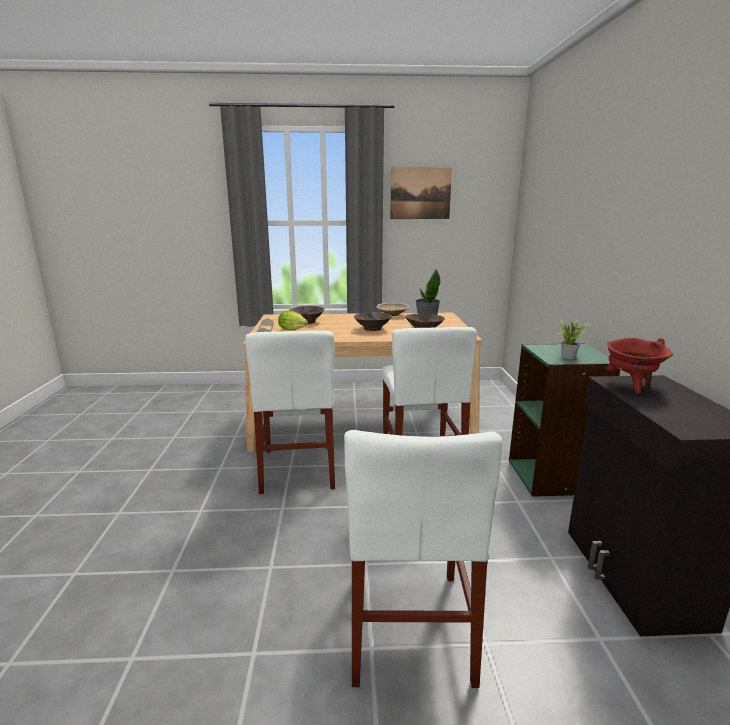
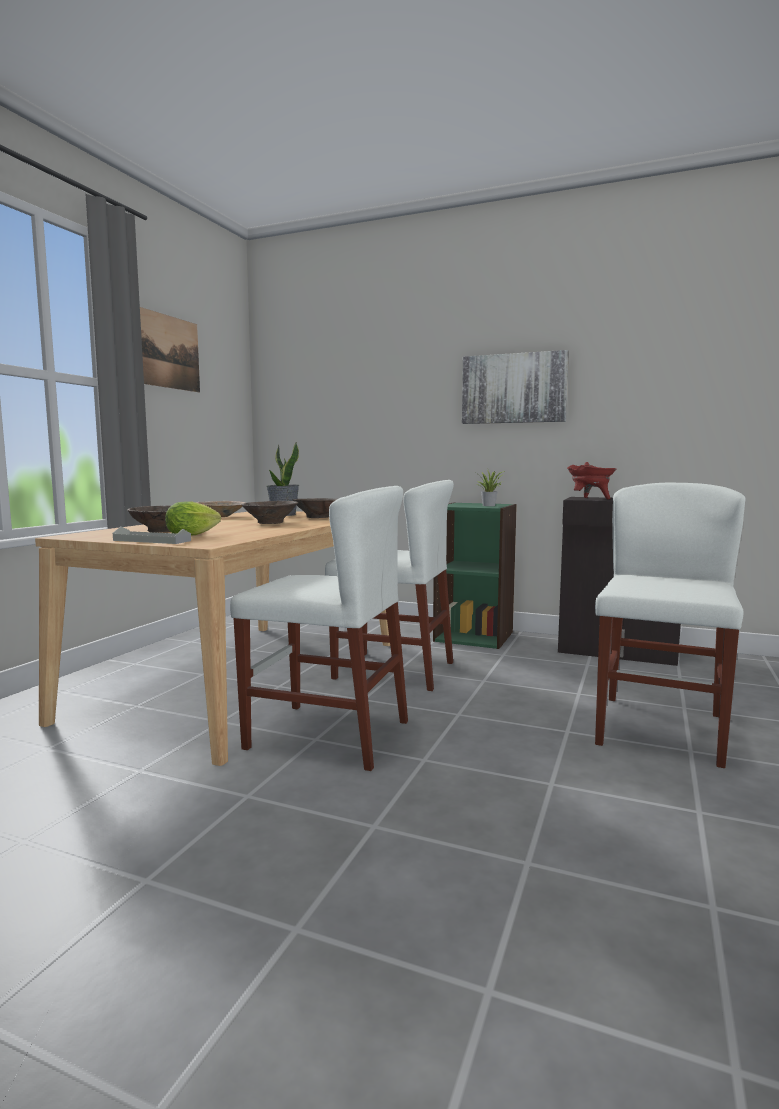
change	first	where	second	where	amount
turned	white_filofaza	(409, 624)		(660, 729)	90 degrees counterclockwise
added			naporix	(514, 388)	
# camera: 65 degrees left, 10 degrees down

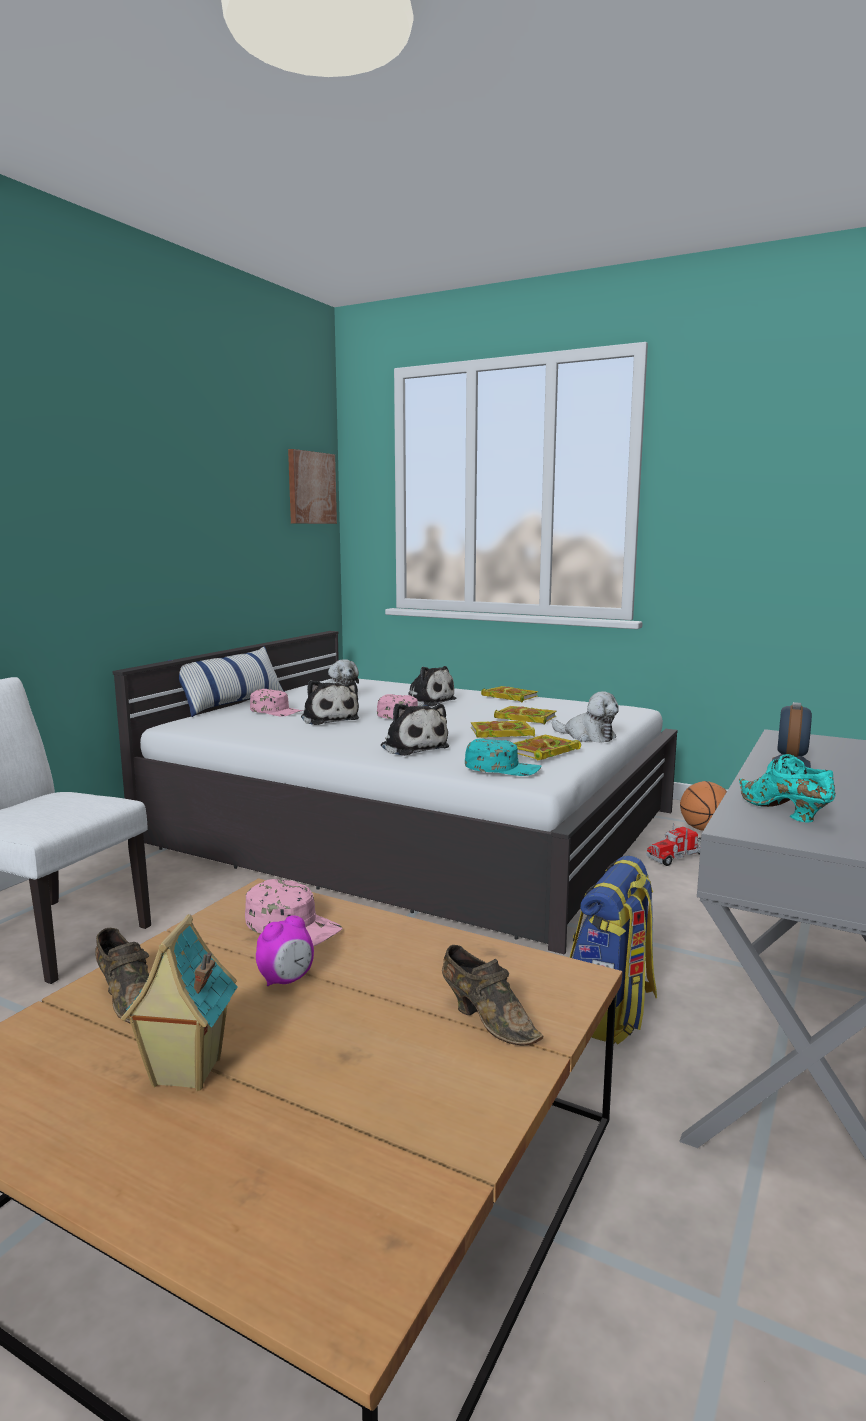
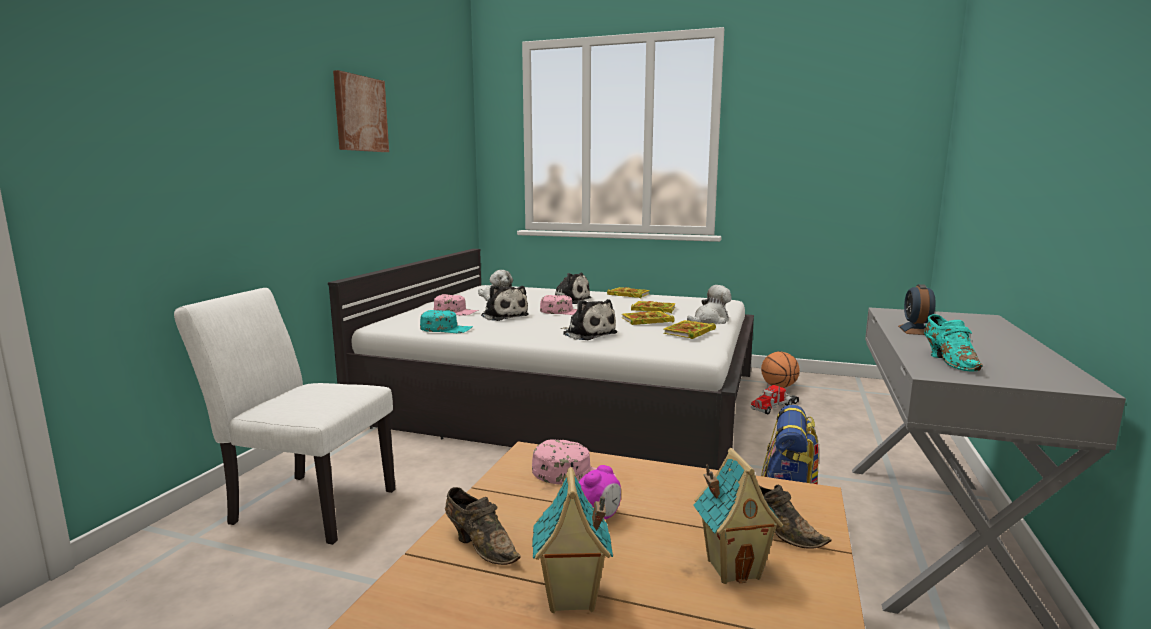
change	first	where	second	where	amount
removed	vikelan	(232, 704)			
moved	naporix	(311, 488)		(360, 114)	
moved	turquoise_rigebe	(502, 768)		(446, 329)	
turned	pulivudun	(587, 736)		(710, 321)	60 degrees counterclockwise
turned	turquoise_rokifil	(783, 812)		(949, 361)	150 degrees counterclockwise
added			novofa	(733, 568)	
# camera: 10 degrees left, 0 degrees up

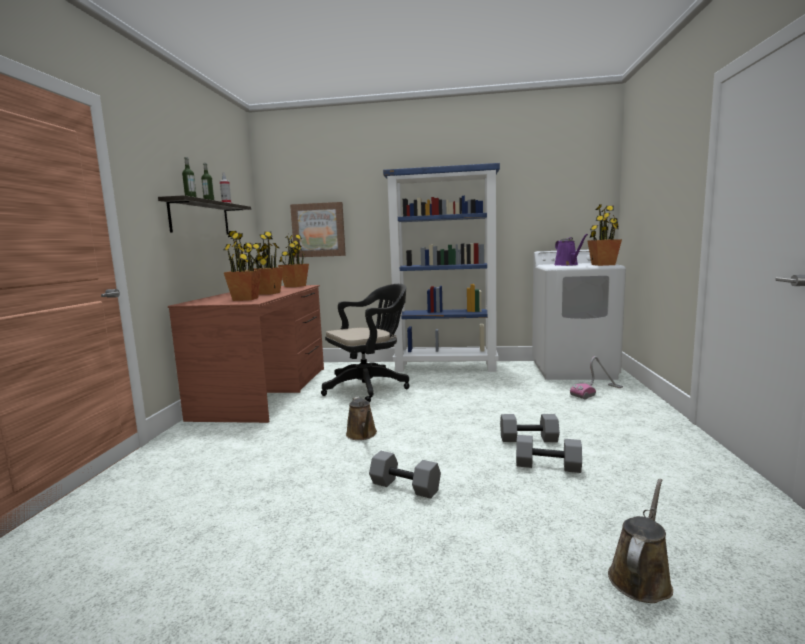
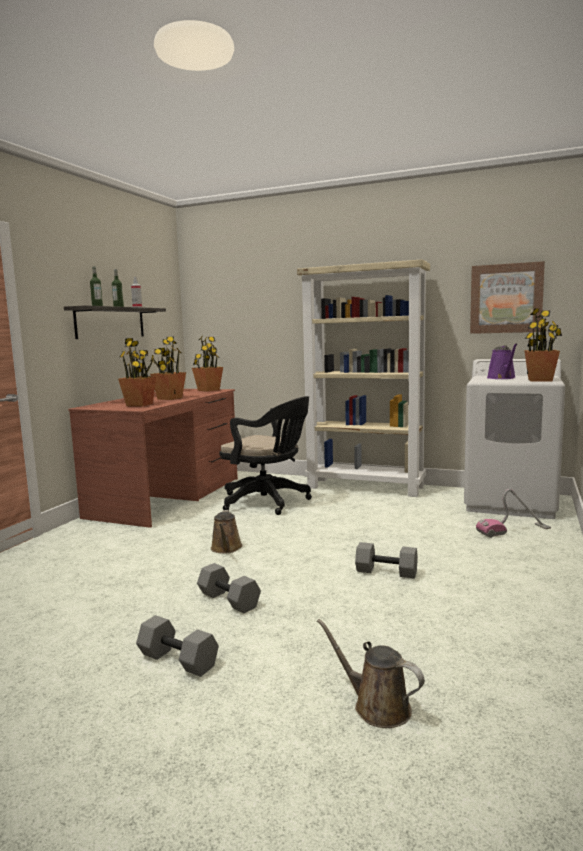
change	first	where	second	where	amount
moved	naporix	(318, 230)		(506, 298)	
turned	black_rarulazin	(369, 387)		(268, 502)	45 degrees clockwise
recoloured	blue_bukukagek	(446, 367)	beige_bukukagek	(366, 487)	
moved	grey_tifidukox	(547, 466)		(176, 661)	
turned	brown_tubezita	(641, 577)		(377, 706)	105 degrees counterclockwise
# camera: 15 degrees right, 0 degrees up

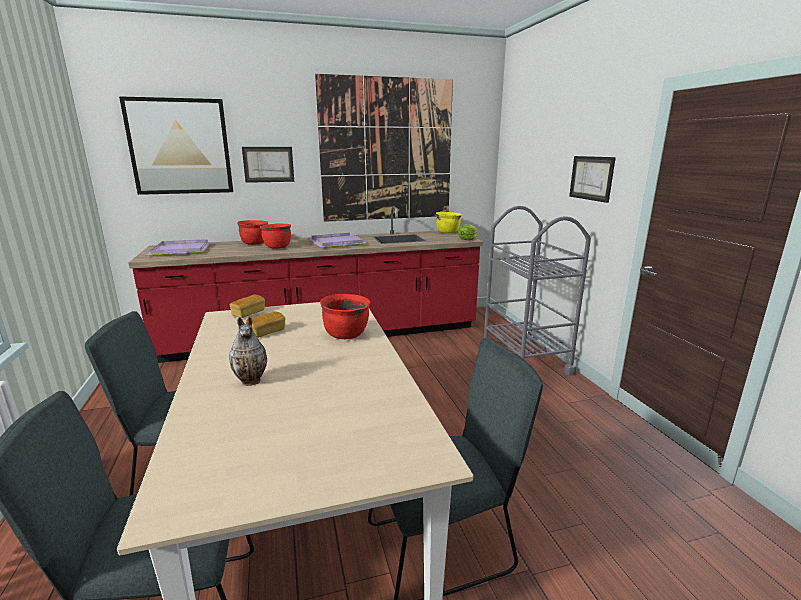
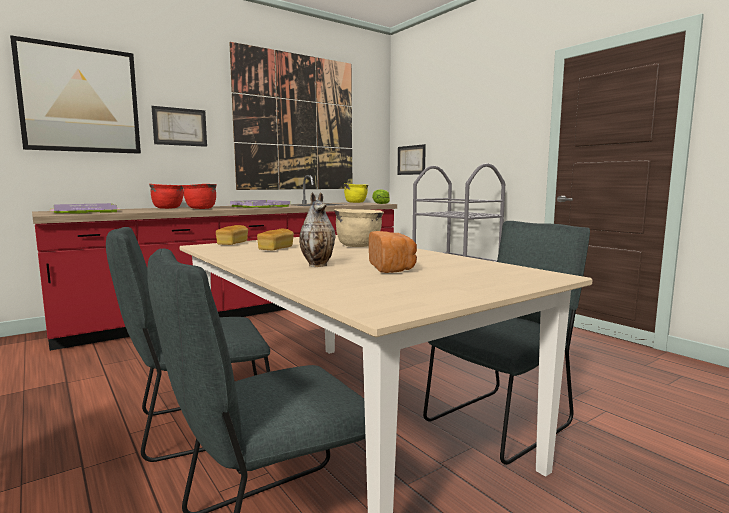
change	first	where	second	where	amount
recoloured	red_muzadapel	(346, 334)	beige_muzadapel	(358, 246)	
moved	naporix	(591, 178)		(411, 160)	
added			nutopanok	(392, 267)	
# camera: 20 degrees left, 10 degrees down

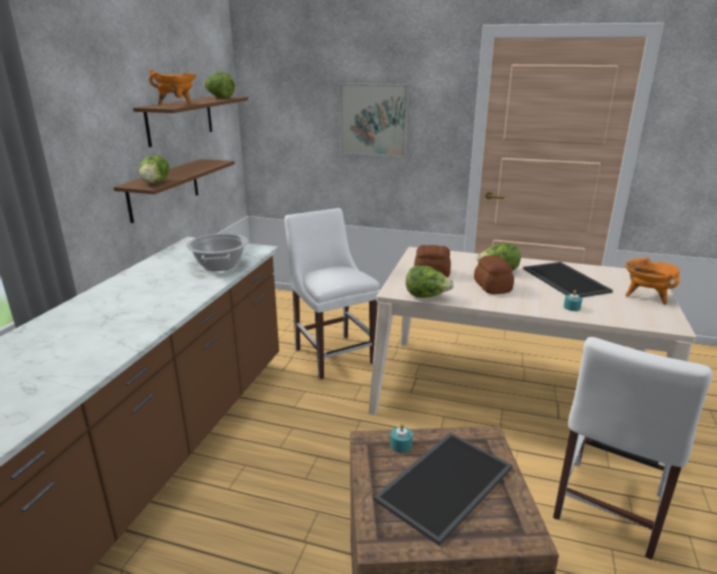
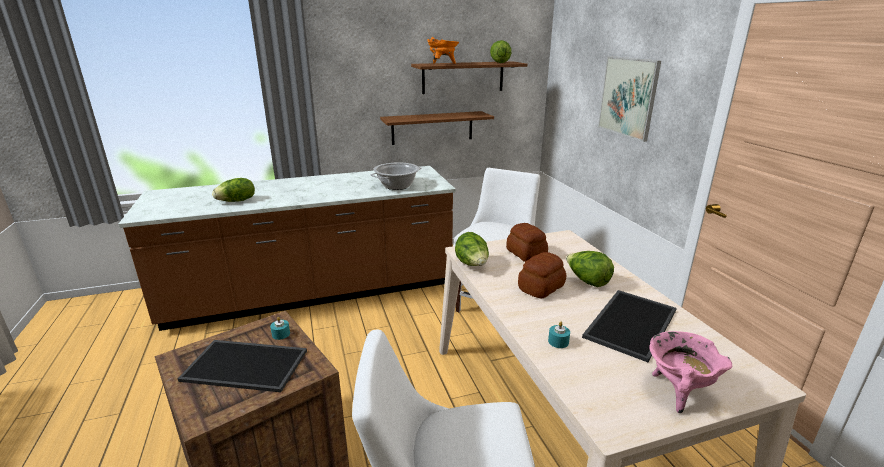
change	first	where	second	where	amount
moved	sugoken	(156, 183)		(237, 201)	
recoloured	orange_muzadapel	(645, 297)	pink_muzadapel	(678, 392)	
# camera: 55 degrees right, 0 degrees up

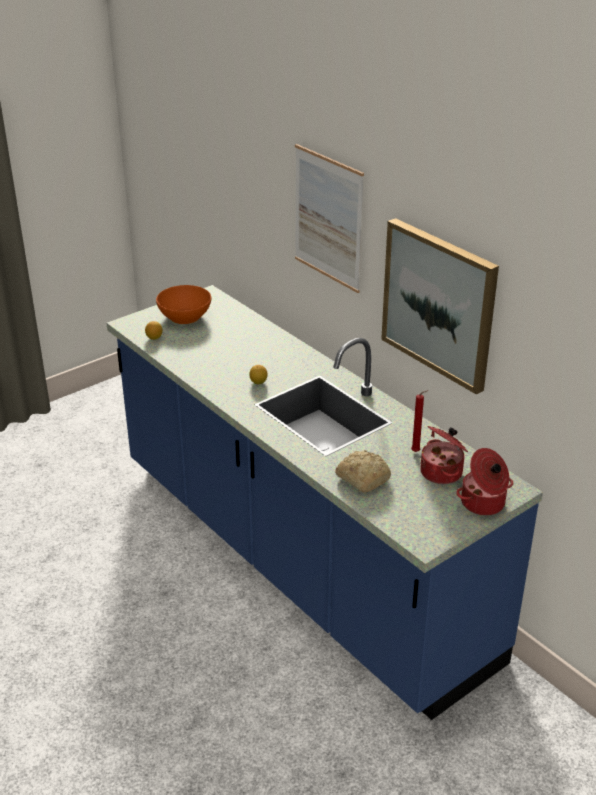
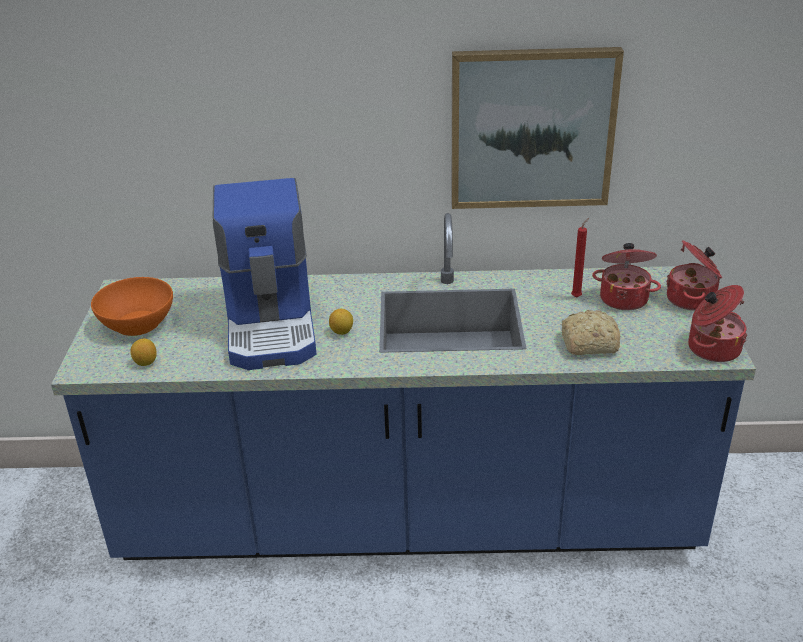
change	first	where	second	where	amount
removed	naporix	(328, 218)			
added			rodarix	(273, 324)	
added			muzadapel	(712, 348)	
# camera: 50 degrees left, 0 degrees up

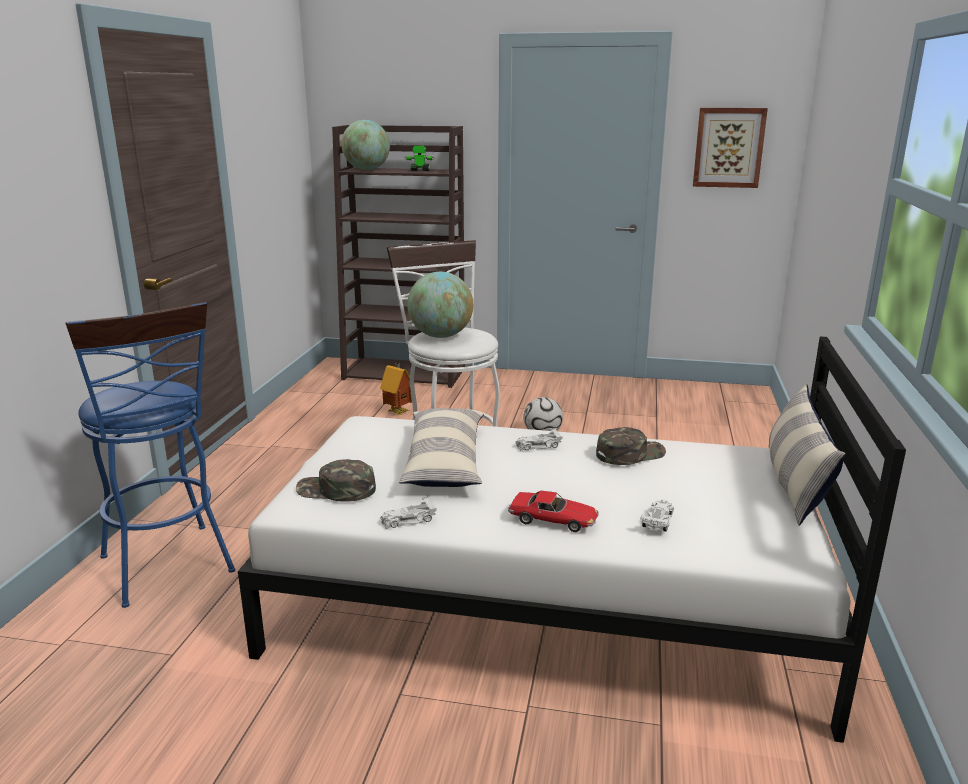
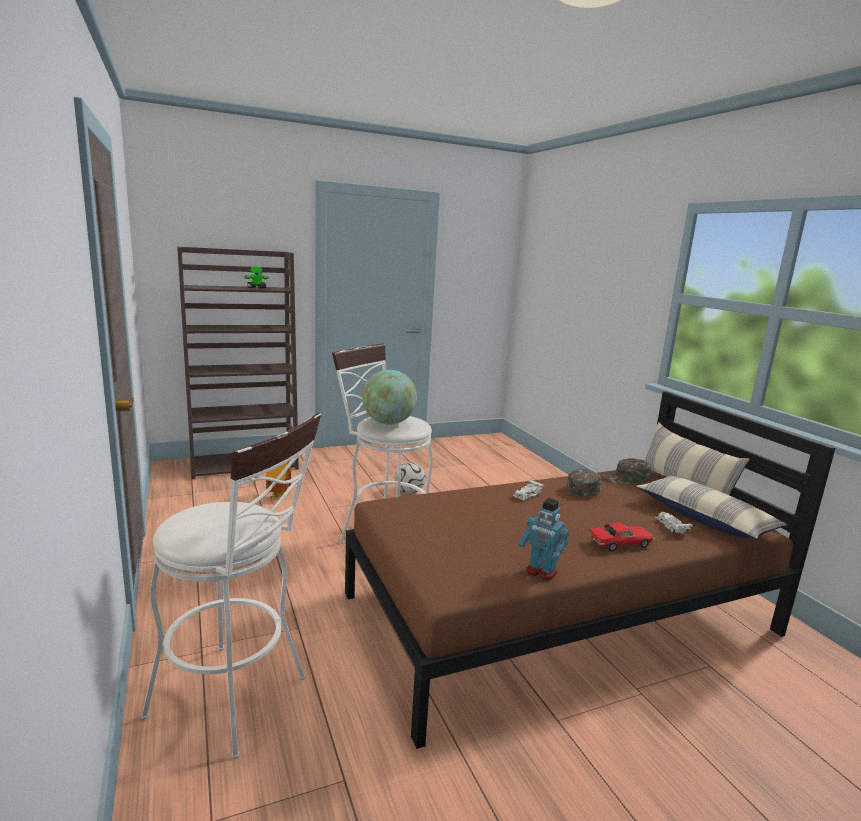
change	first	where	second	where	amount
recoloured	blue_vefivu	(170, 569)	white_vefivu	(238, 700)	
recoloured	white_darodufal	(545, 605)	brown_darodufal	(560, 614)	
moved	green_rigebe	(336, 490)		(626, 478)	
removed	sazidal	(367, 170)			
replaced	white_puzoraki	(407, 520)	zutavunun	(541, 572)	
moved	vikelan	(445, 462)		(704, 518)	
removed	naporix	(728, 147)			
# camera: 35 degrees left, 5 degrees down

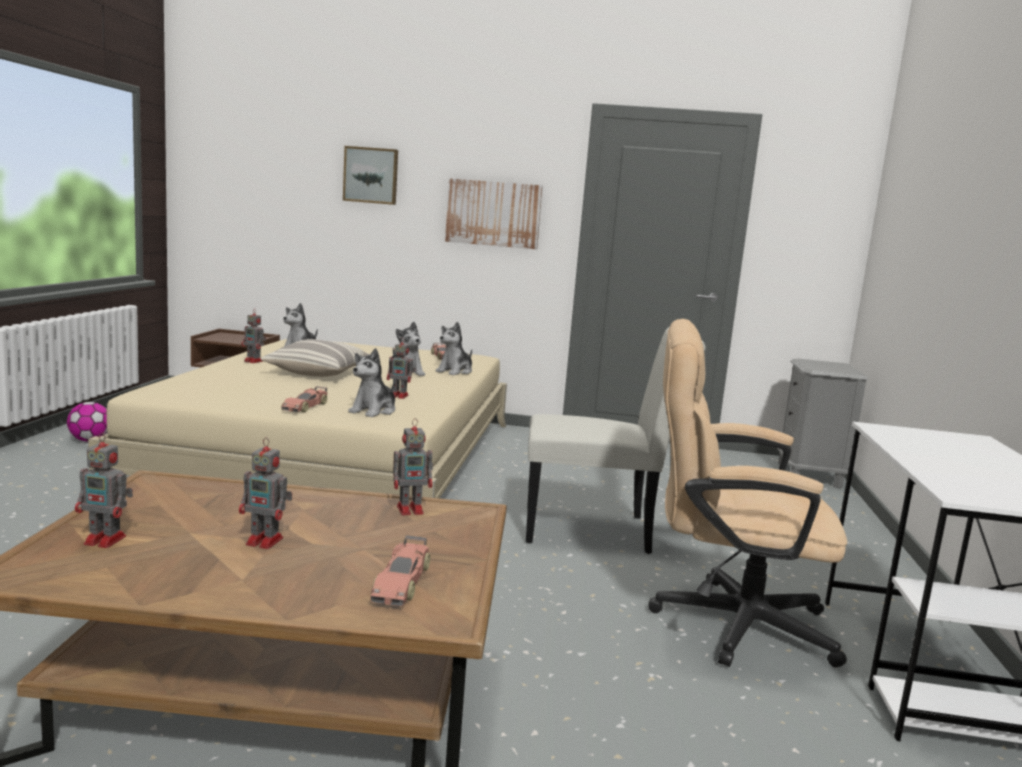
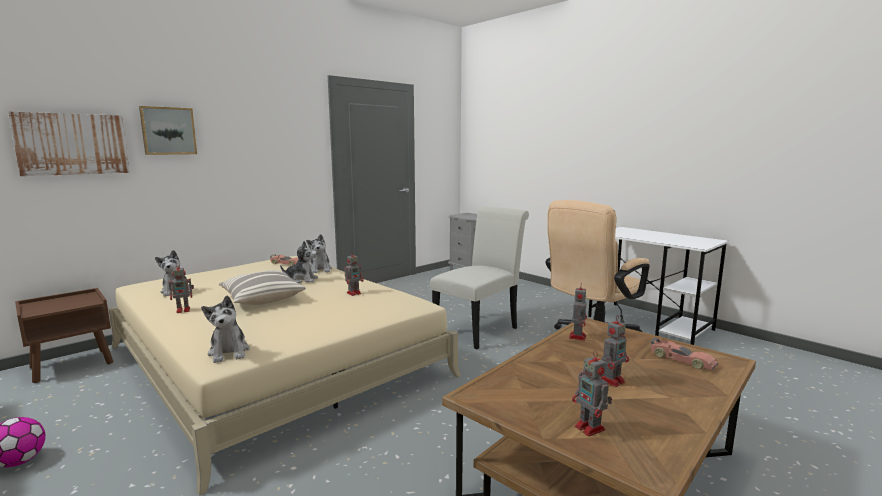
change	first	where	second	where	amount
turned	zutavunun	(107, 540)		(591, 429)	105 degrees clockwise
removed	puzoraki	(306, 406)			
moved	pulivudun	(374, 411)		(229, 352)	
moved	naporix	(493, 213)		(73, 144)	
# camera: 50 degrees left, 0 degrees up

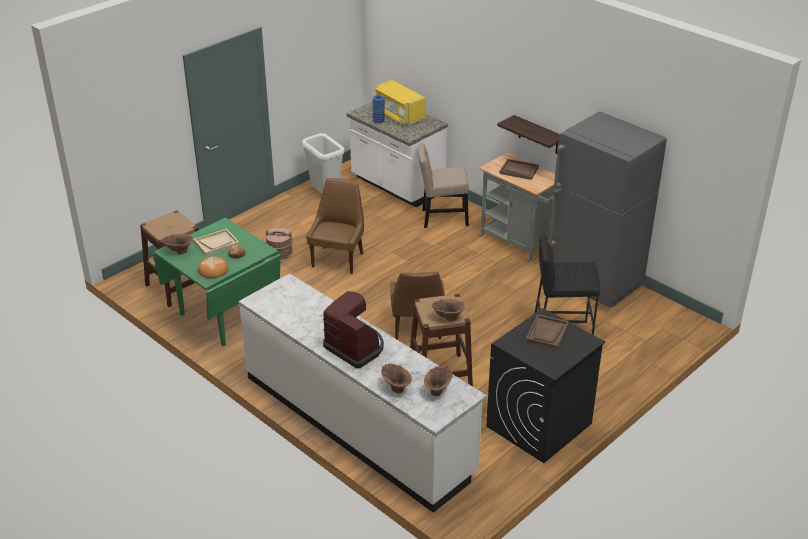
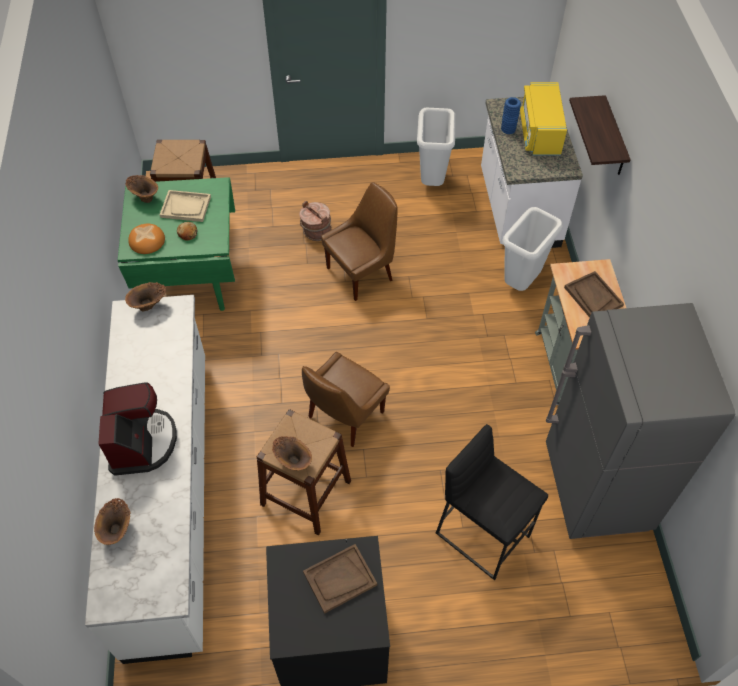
change	first	where	second	where	amount
replaced	beige_filofaza	(442, 218)	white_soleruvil	(520, 282)	
moved	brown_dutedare	(438, 390)		(149, 306)	
moved	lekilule	(538, 135)		(614, 138)	
# camera: 40 degrees right, 20 degrees up

